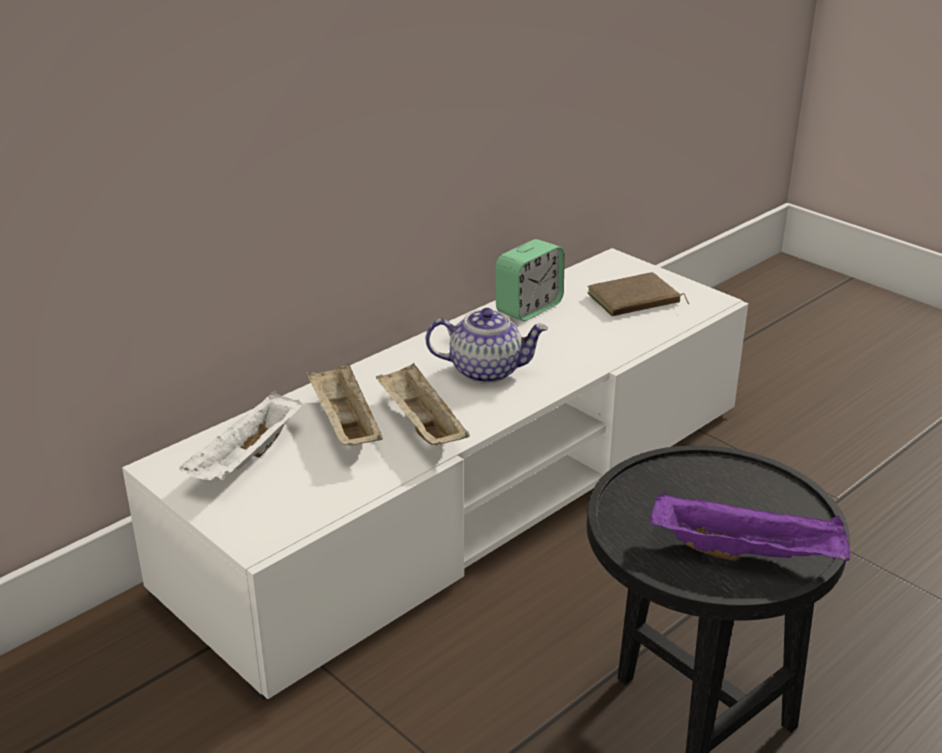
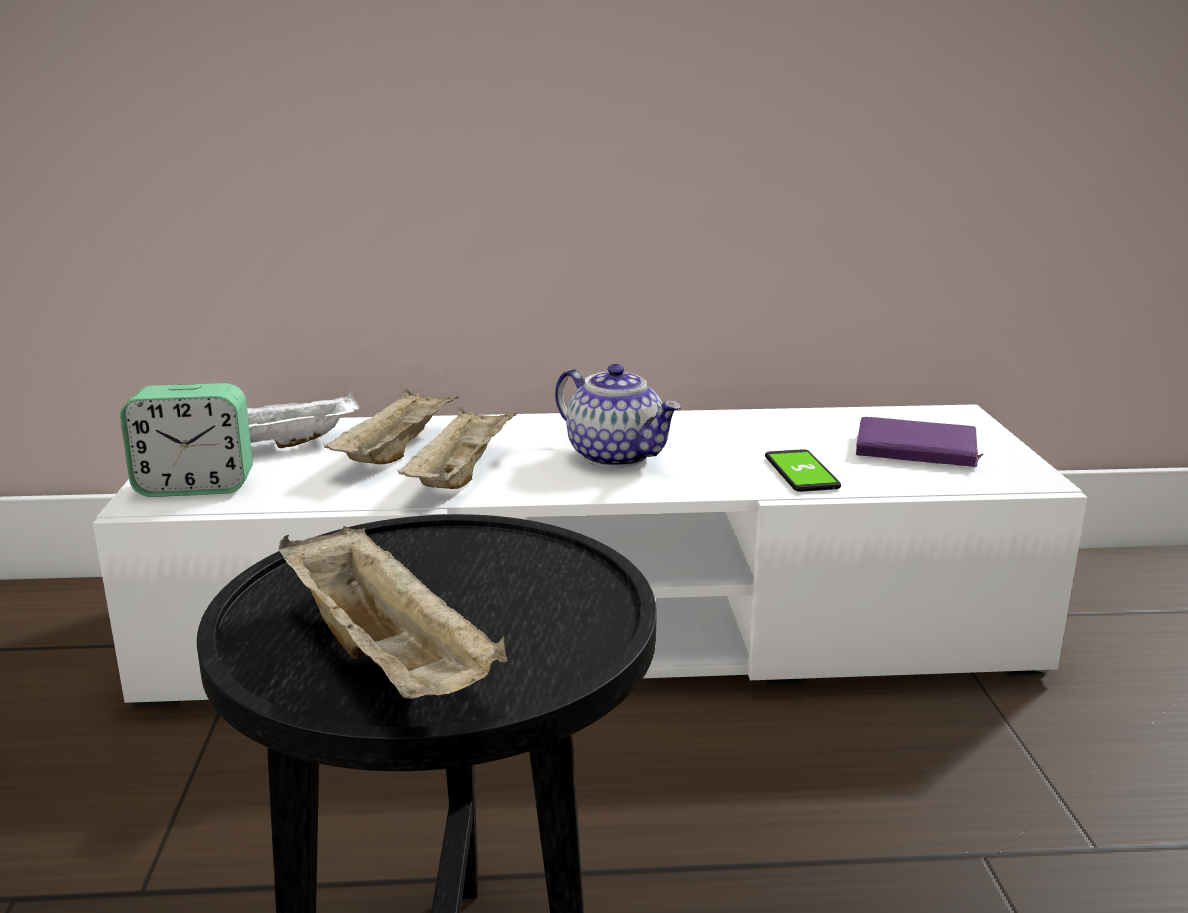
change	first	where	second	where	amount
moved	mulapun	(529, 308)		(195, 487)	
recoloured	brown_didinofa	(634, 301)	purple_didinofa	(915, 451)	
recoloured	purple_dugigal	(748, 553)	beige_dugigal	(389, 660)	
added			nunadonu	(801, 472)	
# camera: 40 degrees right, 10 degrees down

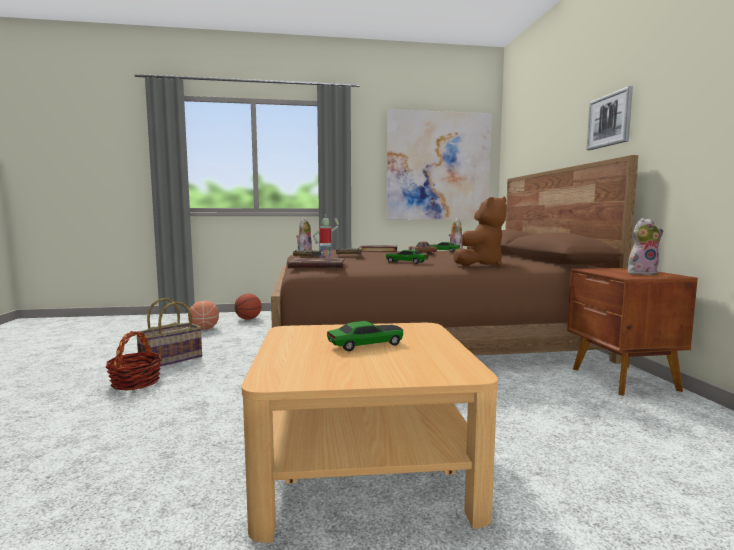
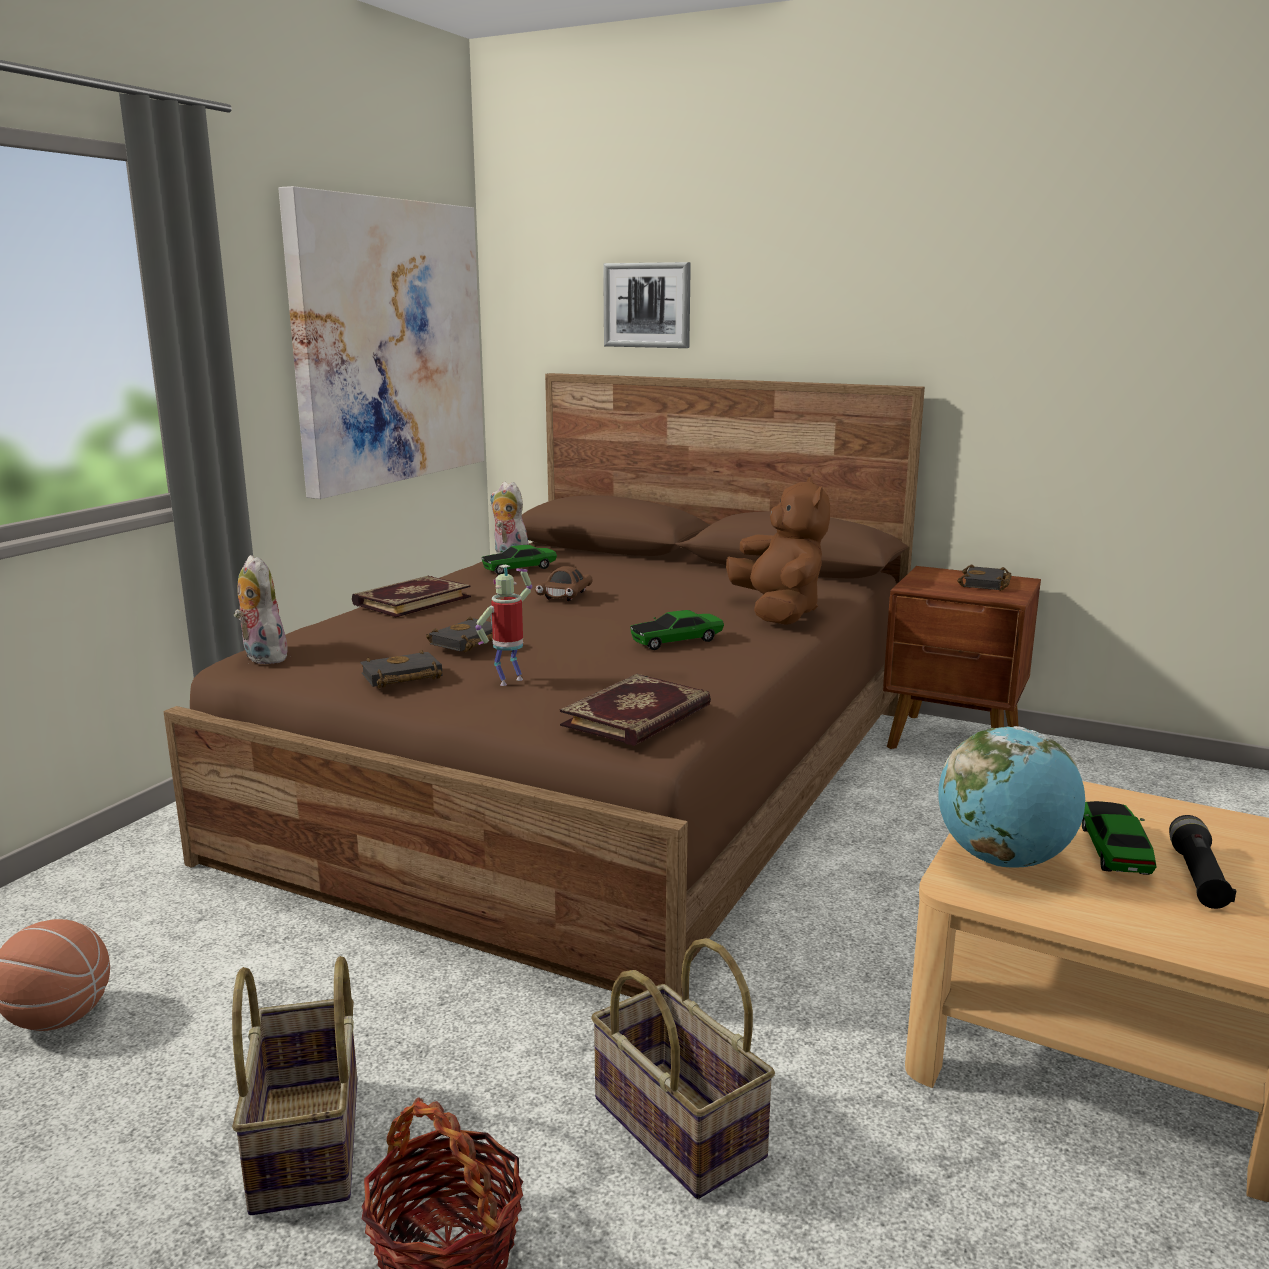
change	first	where	second	where	amount
removed	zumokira	(248, 319)			
moved	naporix	(609, 120)		(647, 305)	
replaced	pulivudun	(641, 273)	black_didinofa	(986, 584)	
added			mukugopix	(675, 1128)	
added			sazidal	(1003, 860)	
added			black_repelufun	(1197, 877)	
# camera: 55 degrees left, 10 degrees up

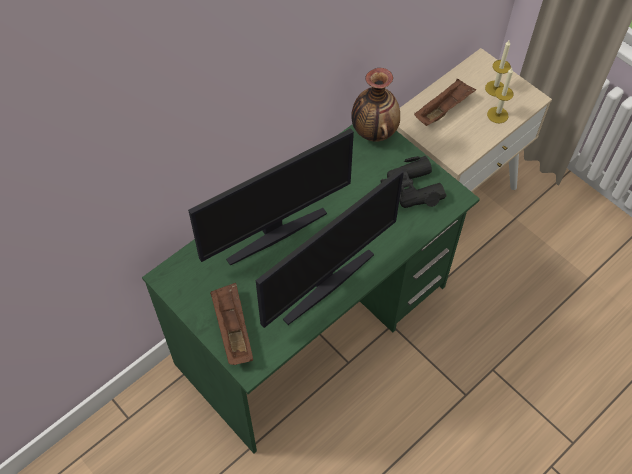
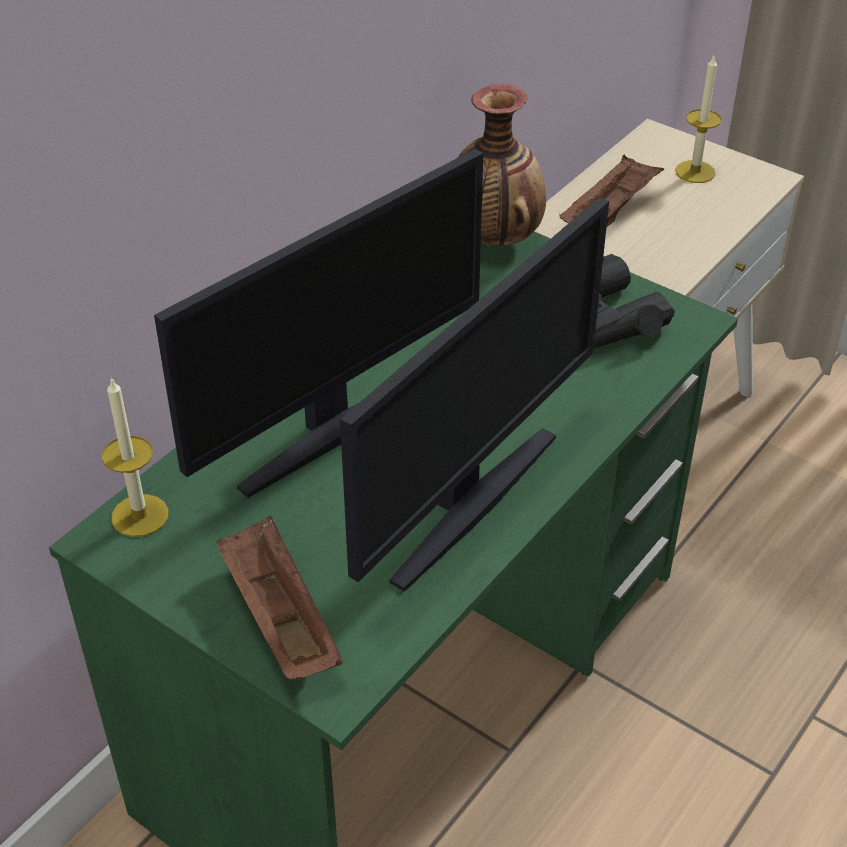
change	first	where	second	where	amount
moved	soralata	(497, 115)		(140, 515)	
# camera: 10 degrees left, 15 degrees down

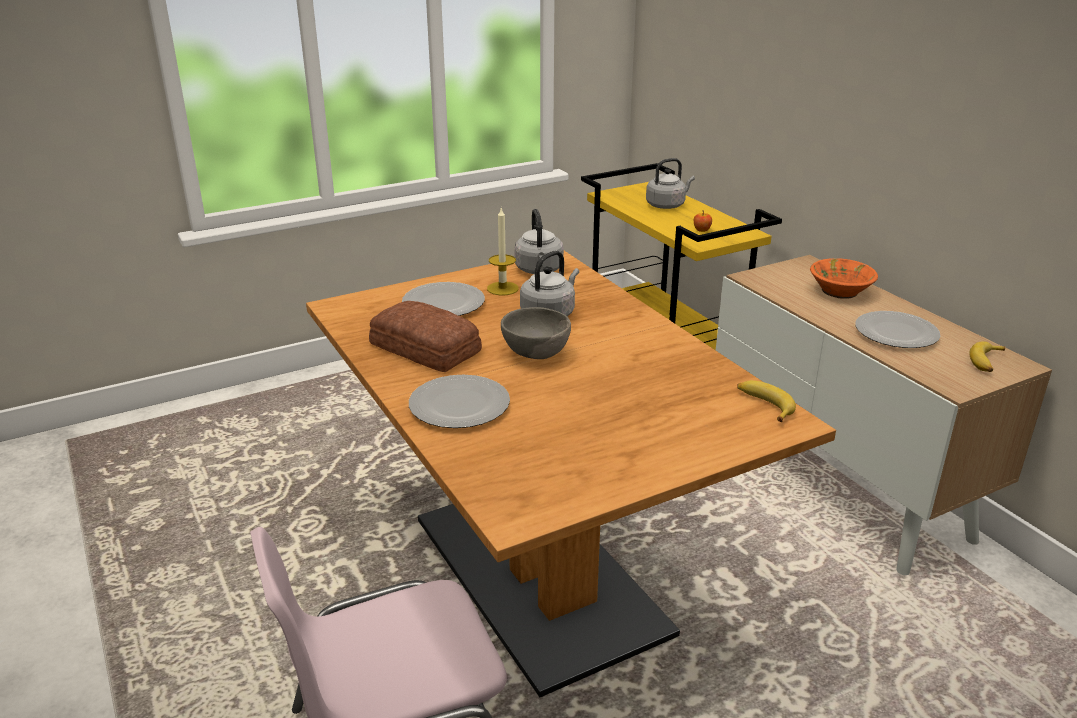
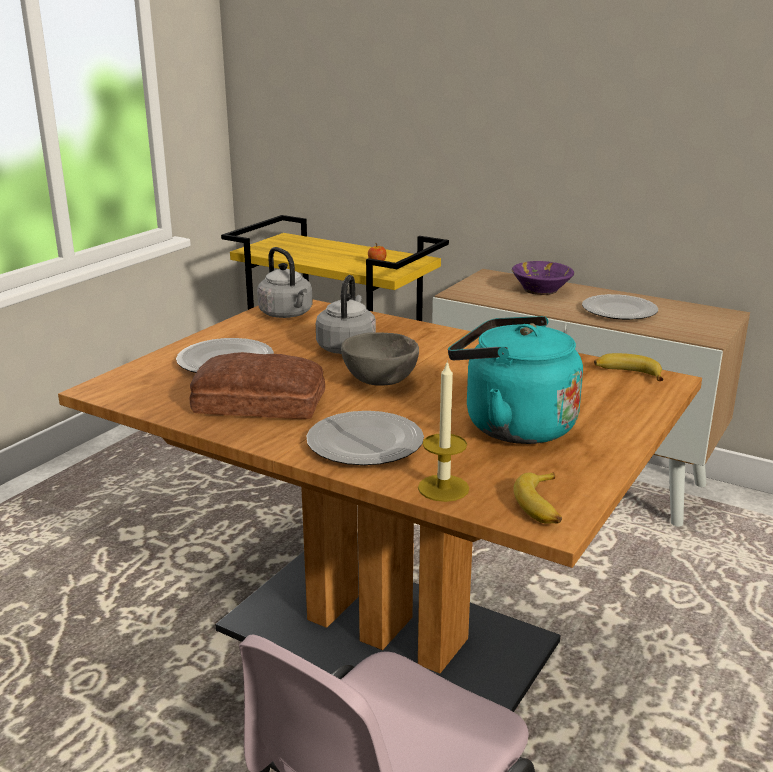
change	first	where	second	where	amount
moved	soralata	(502, 288)		(443, 488)	
removed	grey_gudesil	(667, 205)			
recoloured	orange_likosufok	(840, 292)	purple_likosufok	(541, 290)	
moved	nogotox	(987, 362)		(542, 506)	
added			turquoise_gudesil	(512, 425)	
# camera: 30 degrees left, 5 degrees down

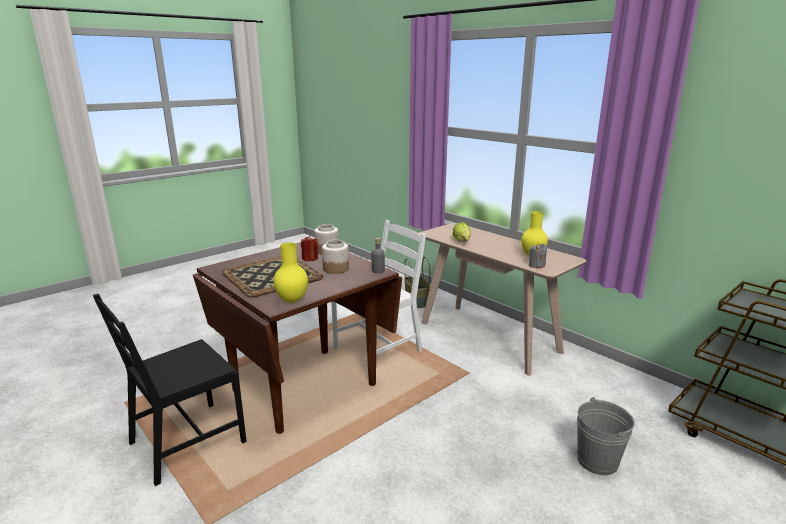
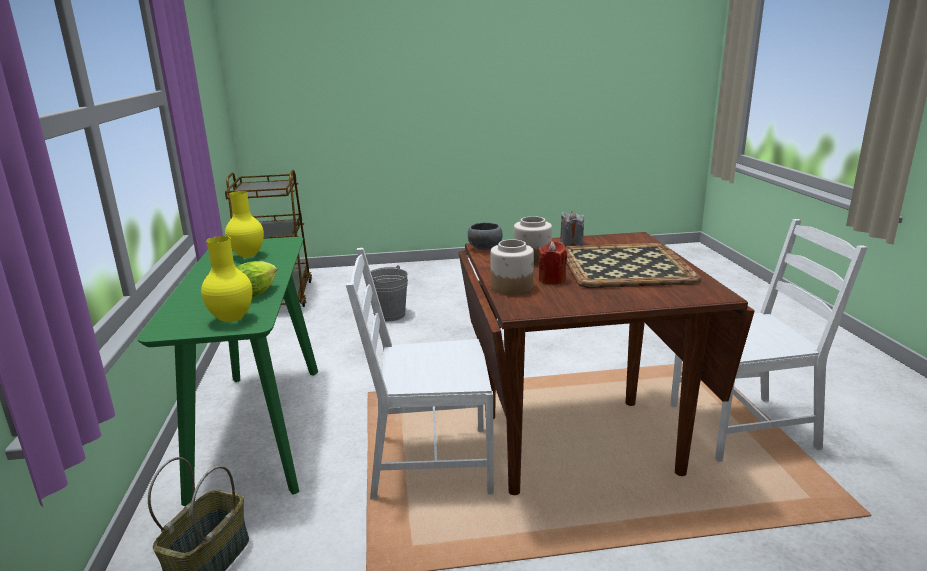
change	first	where	second	where	amount
recoloured	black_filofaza	(186, 442)	white_filofaza	(743, 427)	
moved	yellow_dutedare	(291, 300)		(233, 319)	
replaced	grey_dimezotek	(378, 270)	grey_likosufok	(484, 248)	
recoloured	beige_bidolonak	(489, 337)	green_bidolonak	(260, 427)	
moved	grey_soralata	(536, 265)		(571, 243)	
# camera: 145 degrees left, 0 degrees up

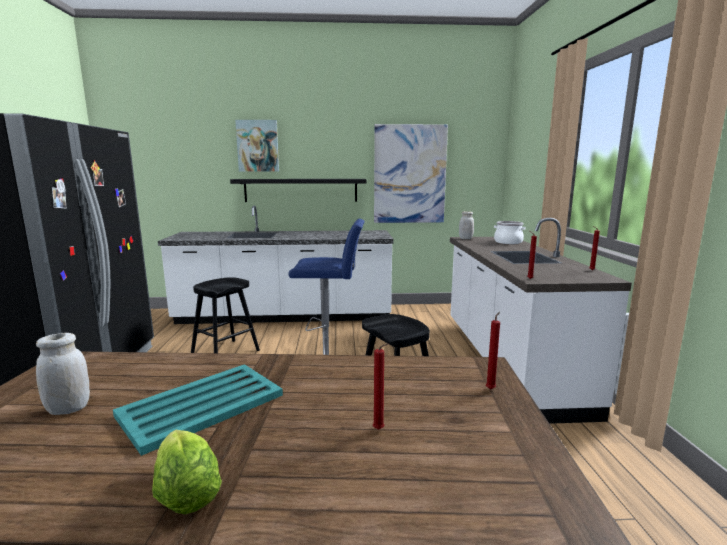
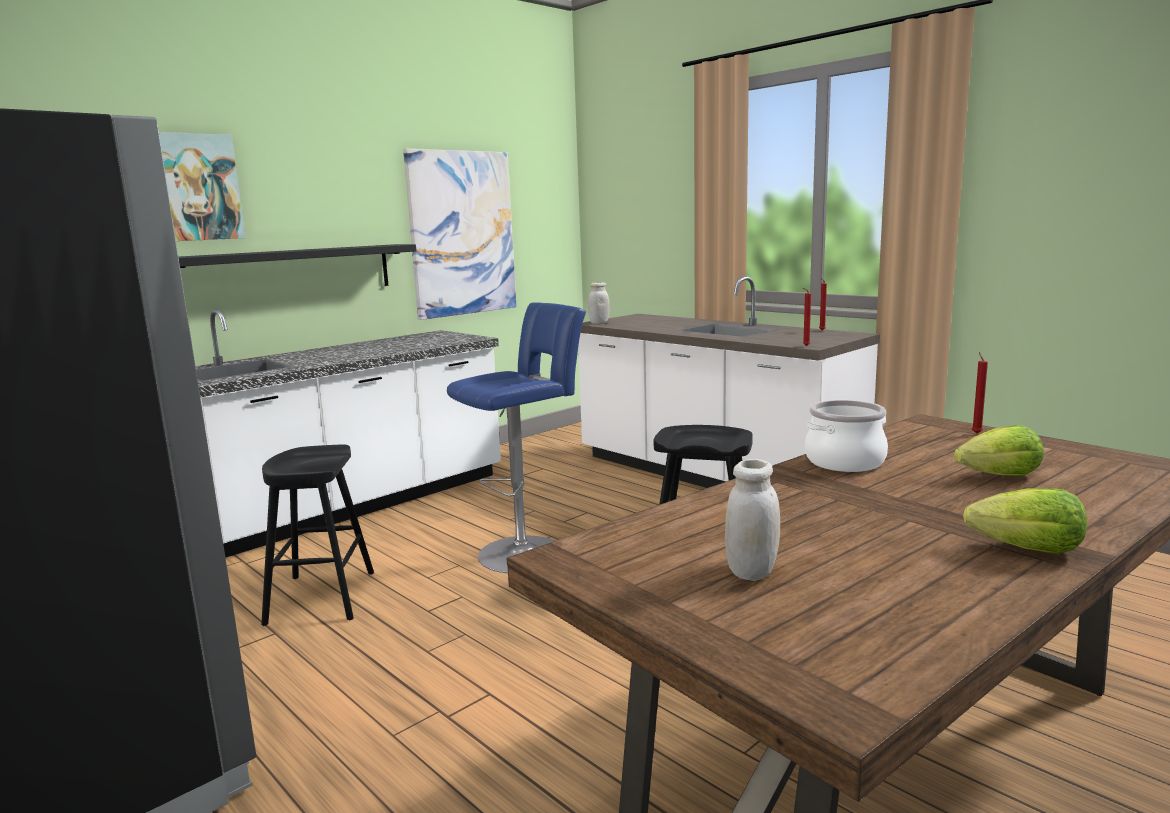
change	first	where	second	where	amount
removed	turquoise_dugigal	(200, 406)			
replaced	red_soralata	(380, 430)	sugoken	(1000, 476)	
moved	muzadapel	(508, 242)		(844, 462)	
# camera: 40 degrees left, 0 degrees up

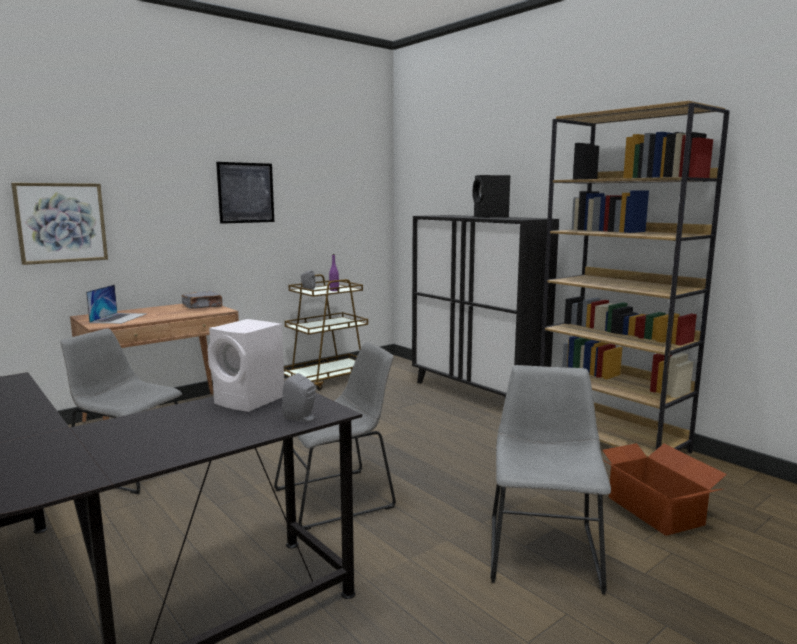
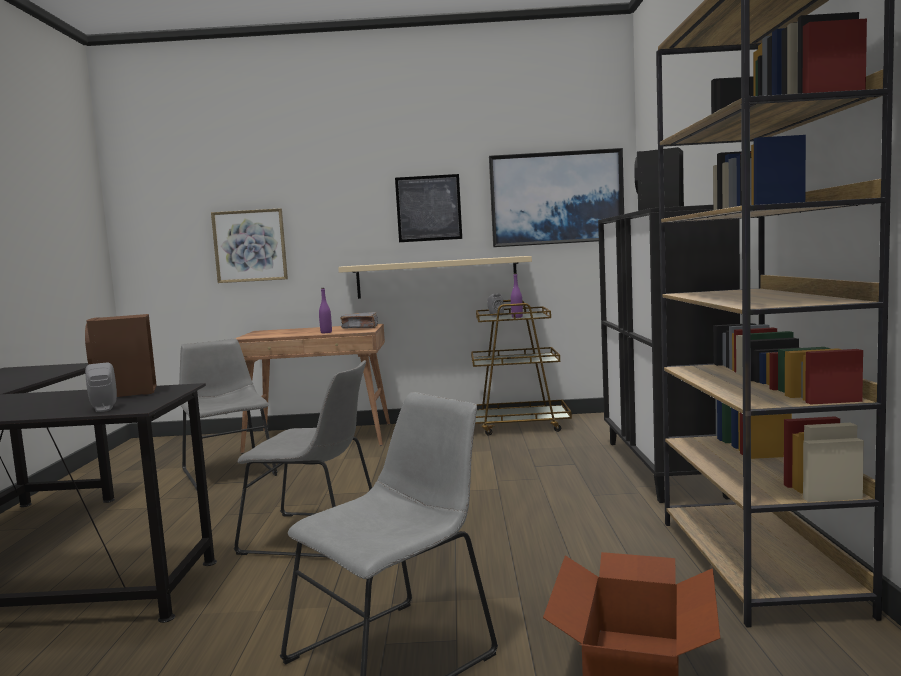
change	first	where	second	where	amount
removed	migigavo	(119, 318)			
recoloured	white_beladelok	(251, 401)	brown_beladelok	(126, 393)	
added			purple_dimezotek	(326, 332)	
added			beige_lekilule	(436, 277)	
added			naporix	(556, 198)	
# camera: 40 degrees right, 5 degrees down

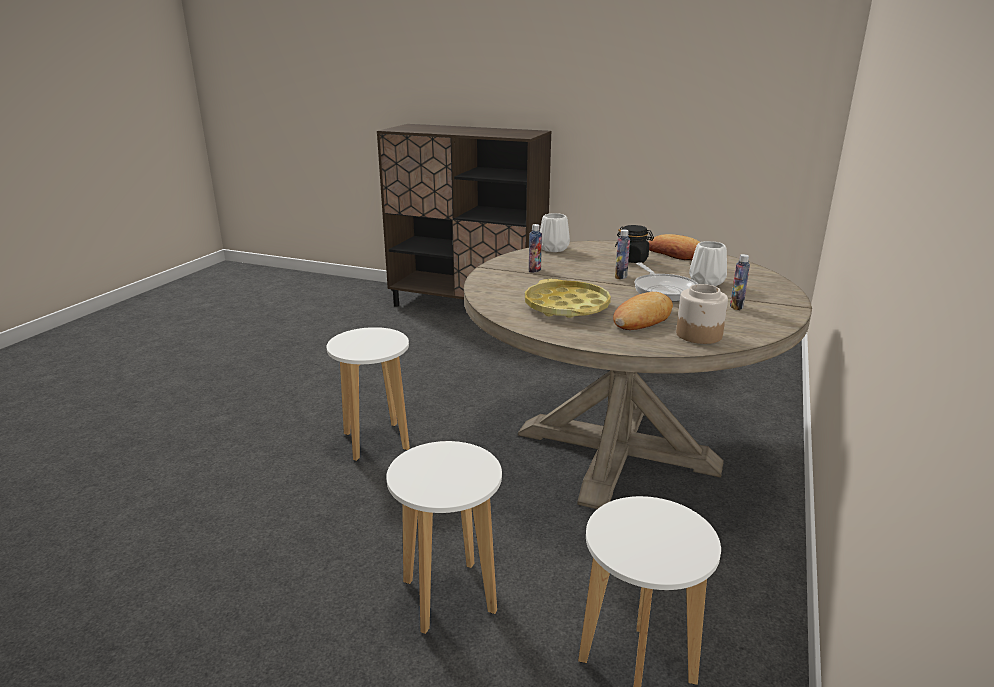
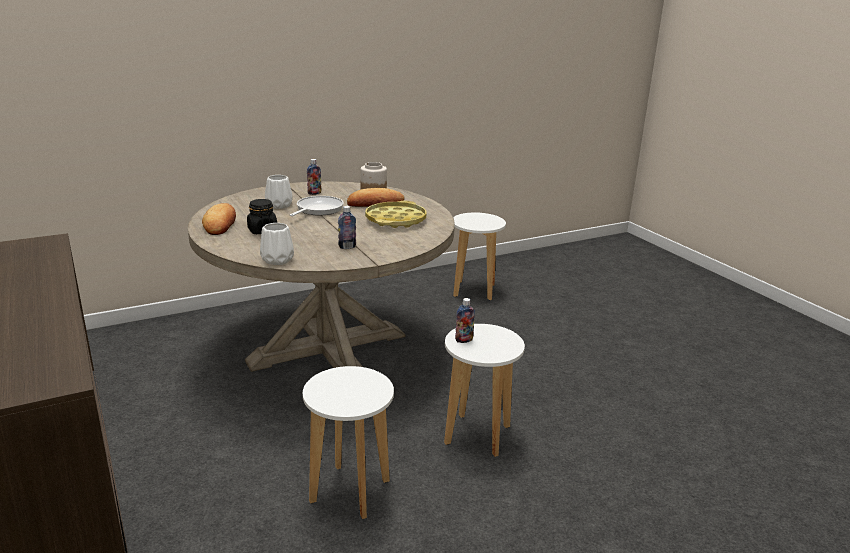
change	first	where	second	where	amount
moved	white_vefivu	(448, 596)		(350, 492)	
moved	dimezotek	(621, 276)		(464, 340)	
# camera: 140 degrees left, 0 degrees up

